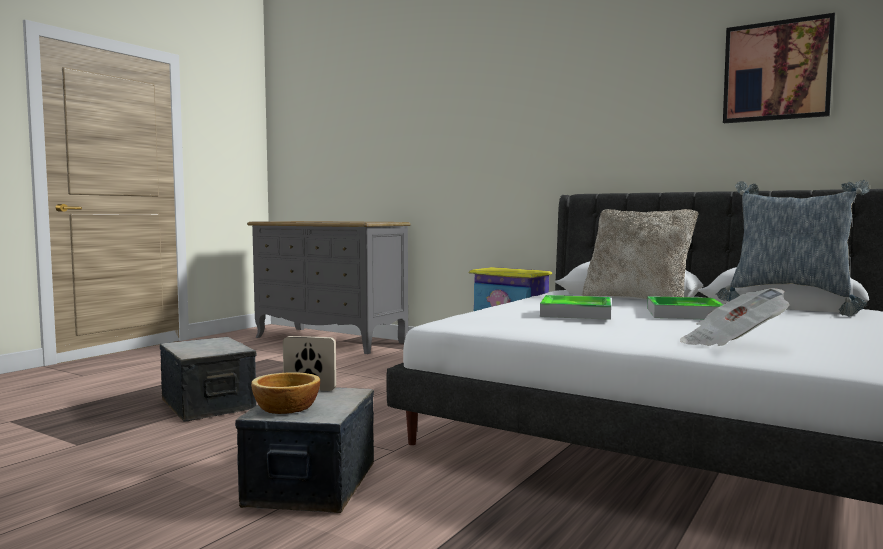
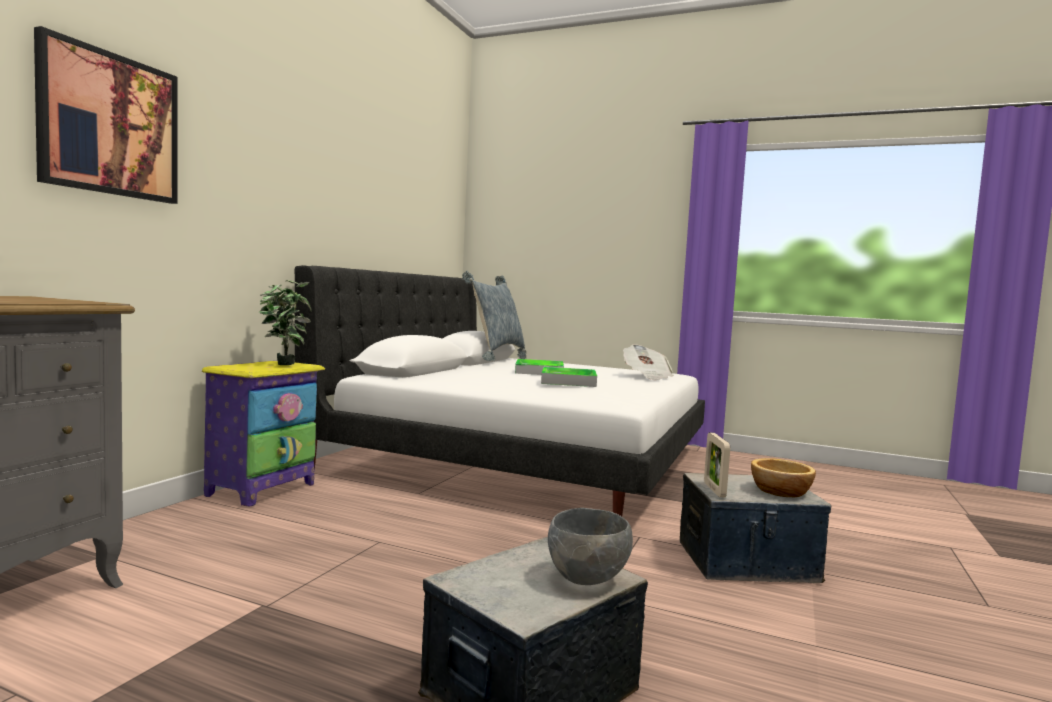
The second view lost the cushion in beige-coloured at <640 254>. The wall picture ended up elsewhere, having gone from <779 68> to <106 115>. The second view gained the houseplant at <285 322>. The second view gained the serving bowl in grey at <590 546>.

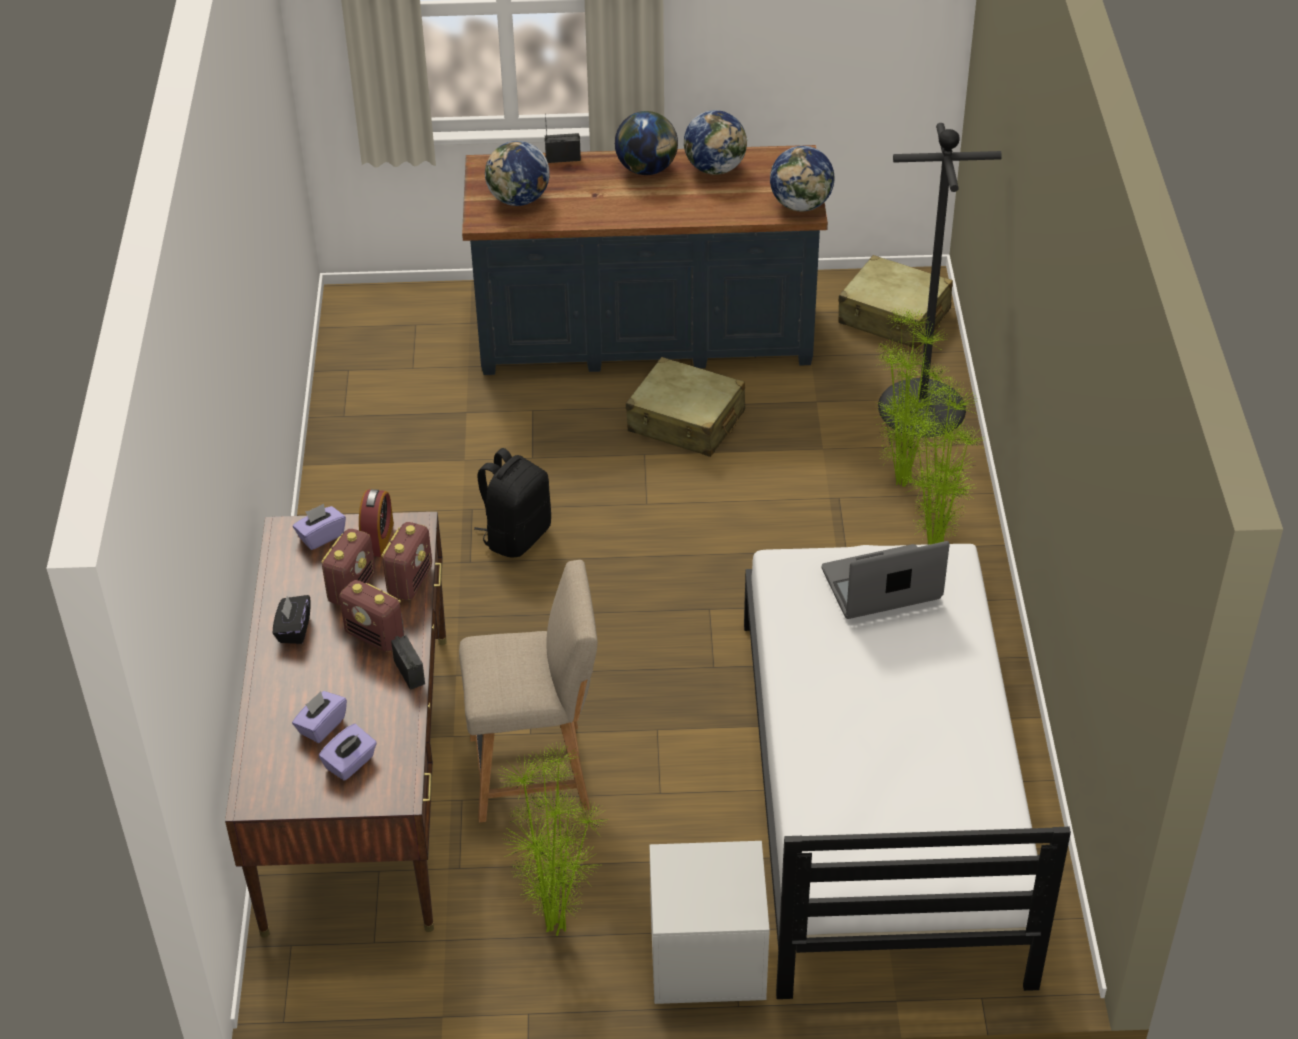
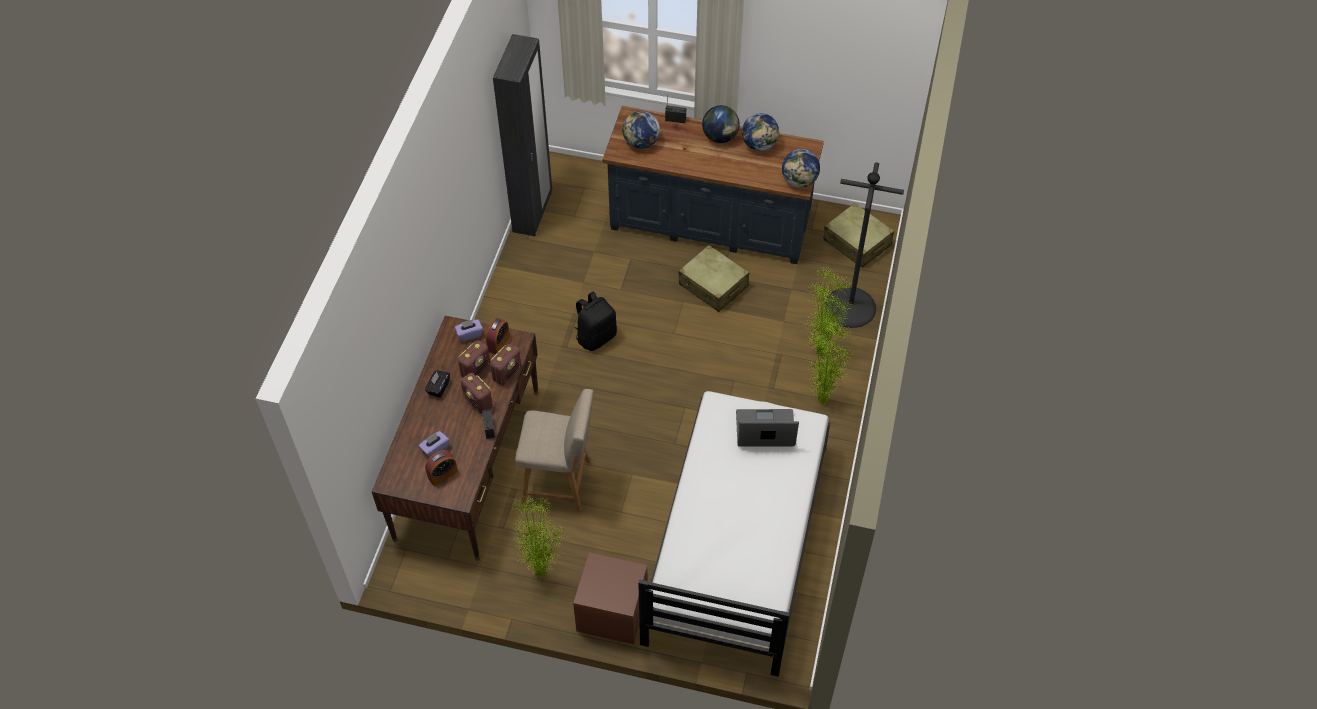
Where the box of tissues in purple stood at <348 752>, the table clock came to stand at <441 468>. What was the bedside table in white at <710 922> turned into the bedside table in brown at <610 598>. The second view gained the clothes cupboard in black at <522 135>.

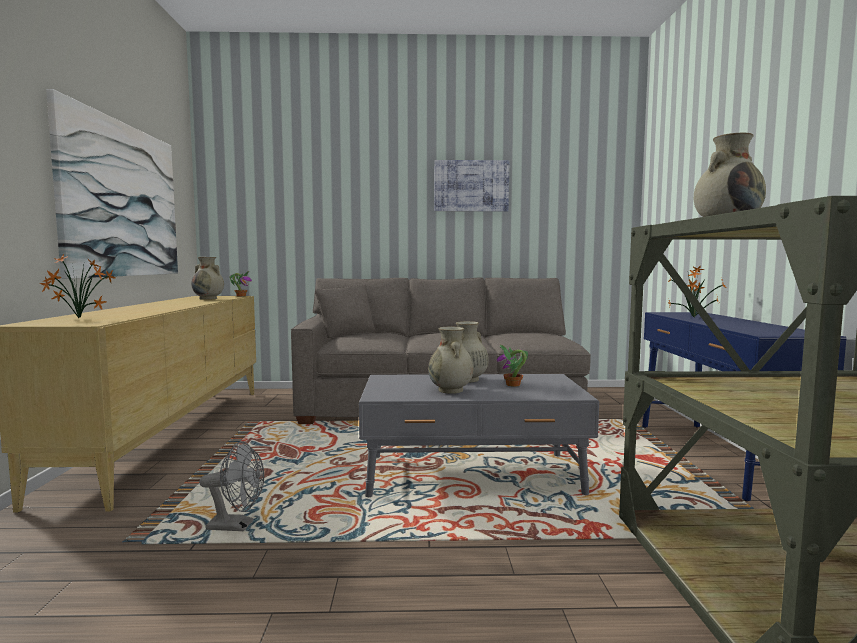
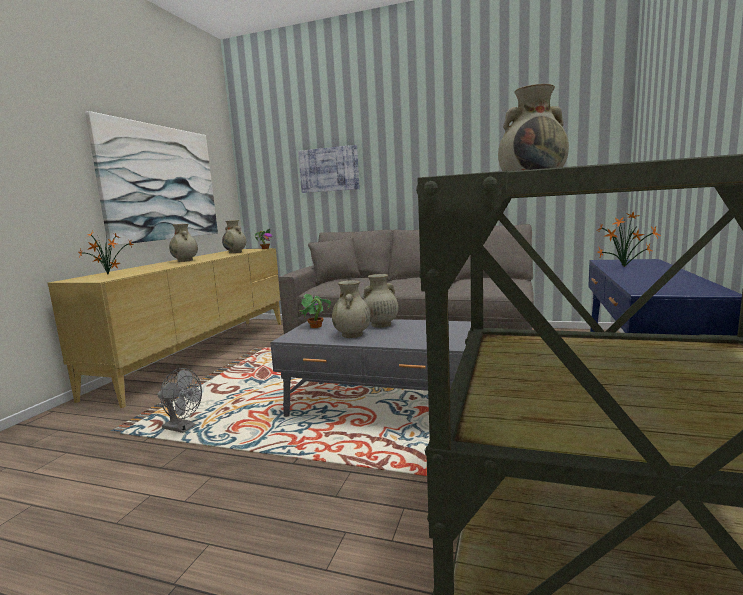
The wall picture ended up elsewhere, having gone from <471 186> to <329 169>. The houseplant ended up elsewhere, having gone from <512 366> to <315 311>. The second view gained the vase in beige-coloured at <183 243>.

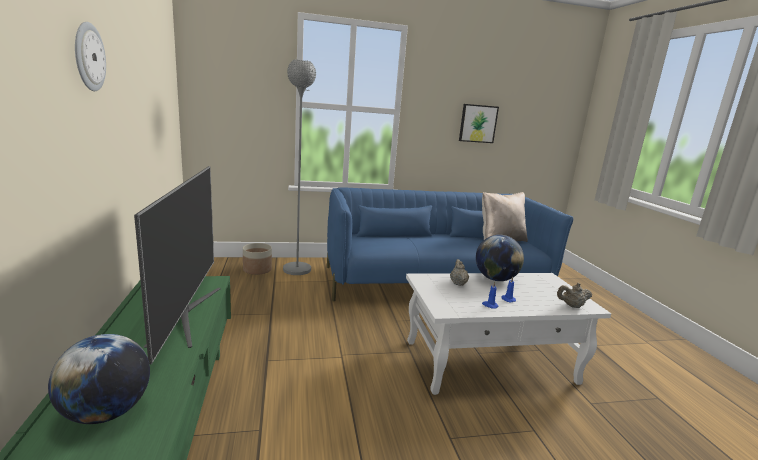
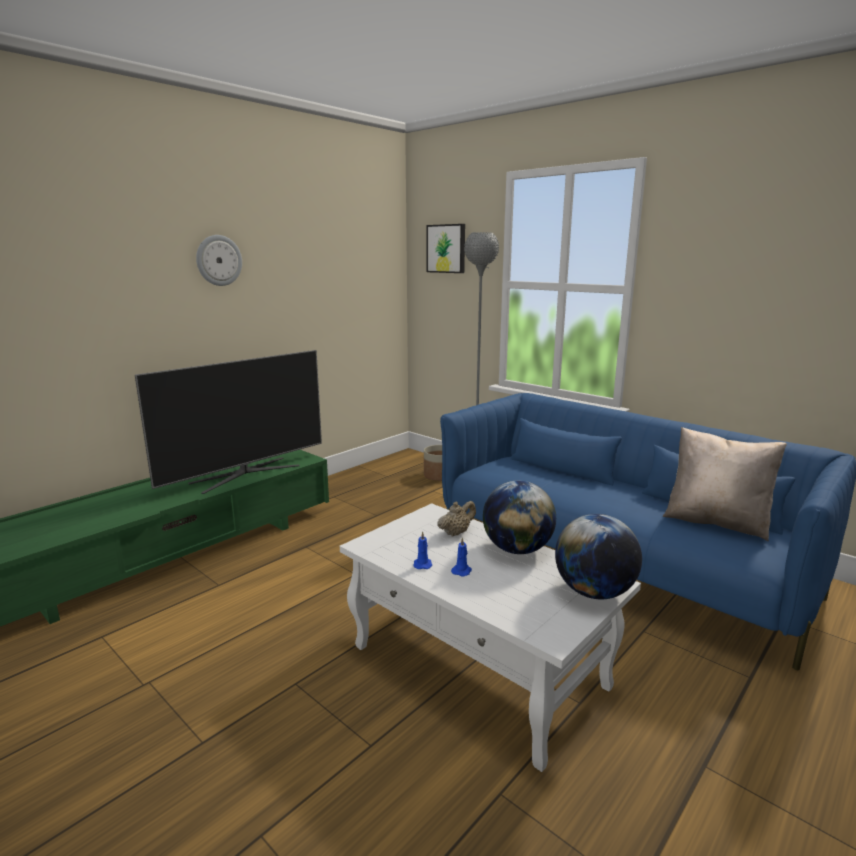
The world globe ended up elsewhere, having gone from <99 379> to <598 556>. The wall picture ended up elsewhere, having gone from <479 123> to <446 248>. The second view lost the pot for tea in beige-coloured at <574 295>.

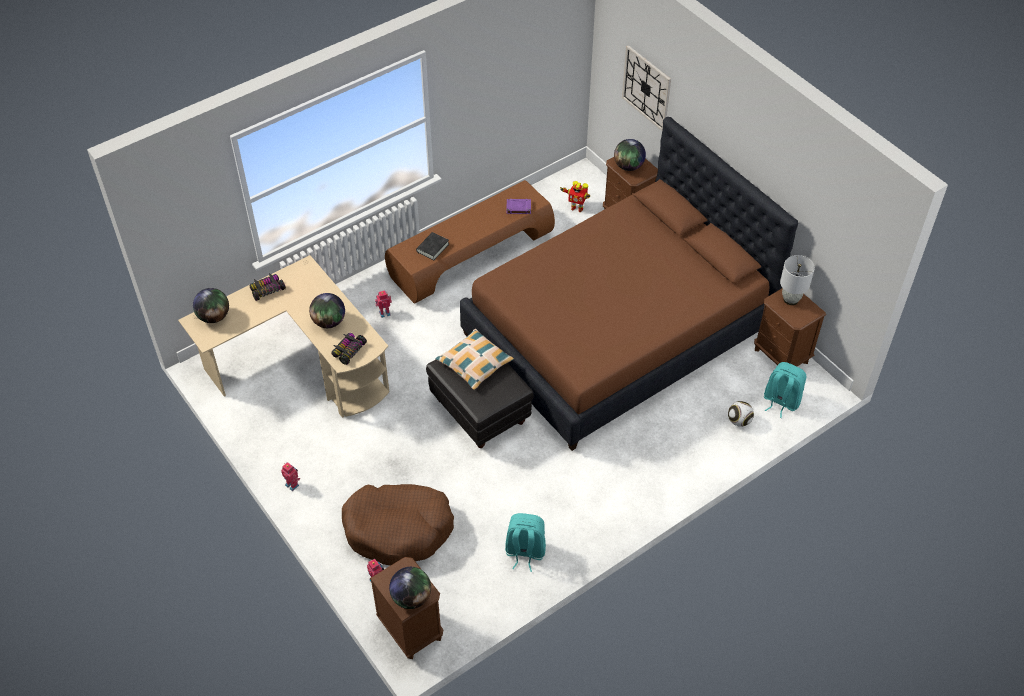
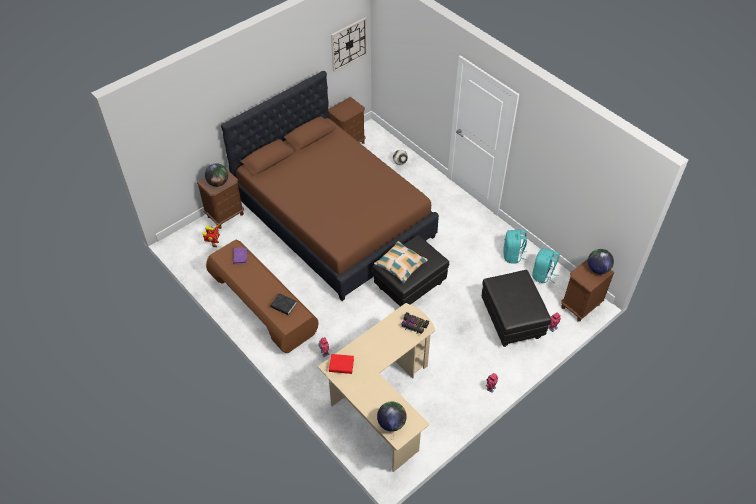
The second view lost the model car at <268 287>. The second view lost the world globe at <327 310>. Where the dog cushion in brown stood at <398 525>, the ottoman in black came to stand at <516 308>. The wall clock ended up elsewhere, having gone from <646 88> to <349 44>. The rucksack in turquoise ended up elsewhere, having gone from <785 390> to <546 266>. The second view lost the table lamp in white at <797 280>. The second view gained the book in reddish at <341 364>.

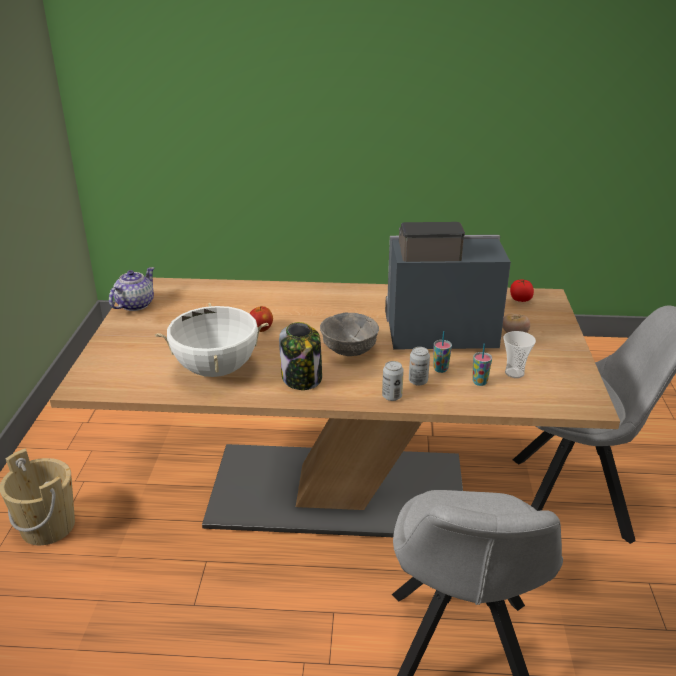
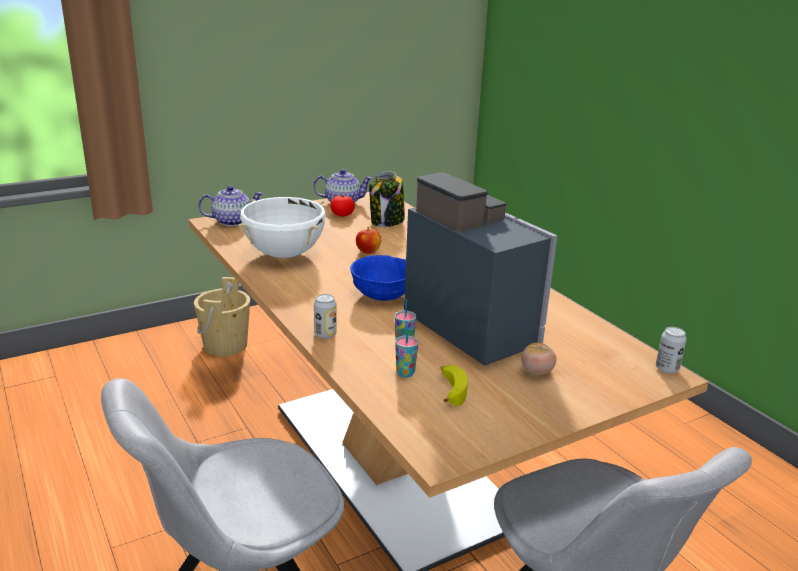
The storage jar ended up elsewhere, having gone from <300 356> to <387 199>. What was the serving bowl in grey at <349 334> turned into the serving bowl in bluish at <378 278>. The can ended up elsewhere, having gone from <419 366> to <671 350>. Where the drinking cup stood at <519 354>, the banana fruit came to stand at <454 385>. The fresh tomato ended up elsewhere, having gone from <522 290> to <342 205>. The second view gained the pot for tea at <231 205>.

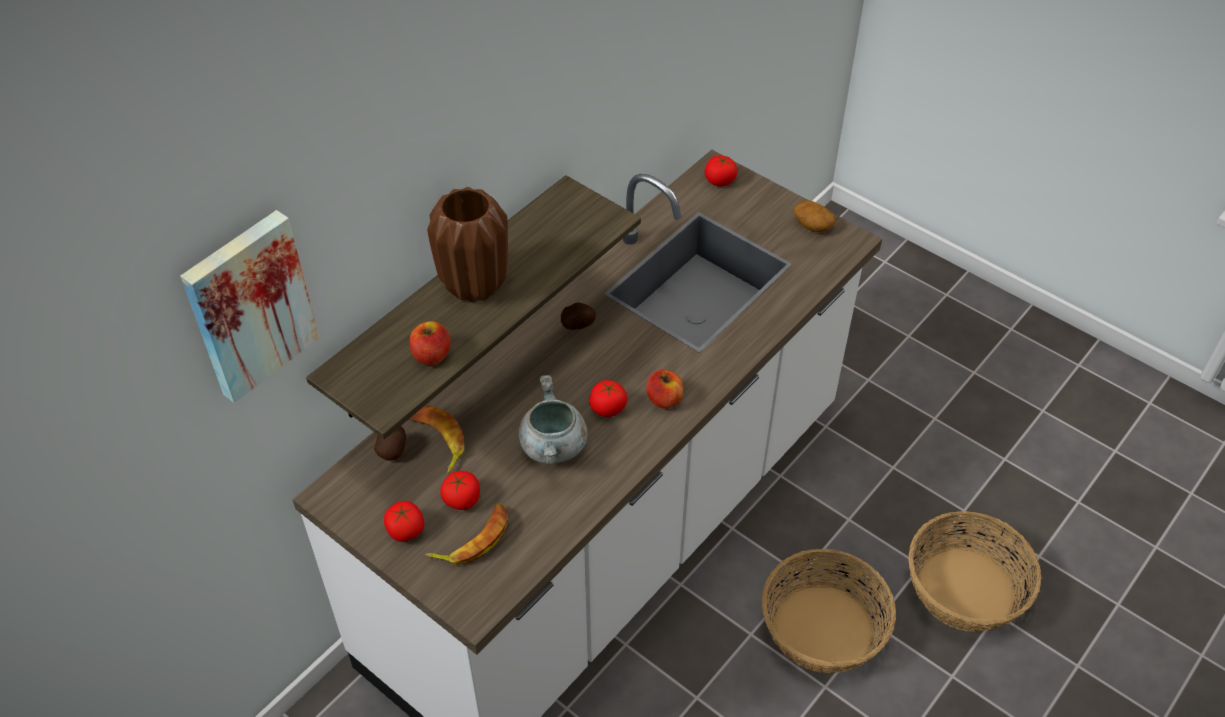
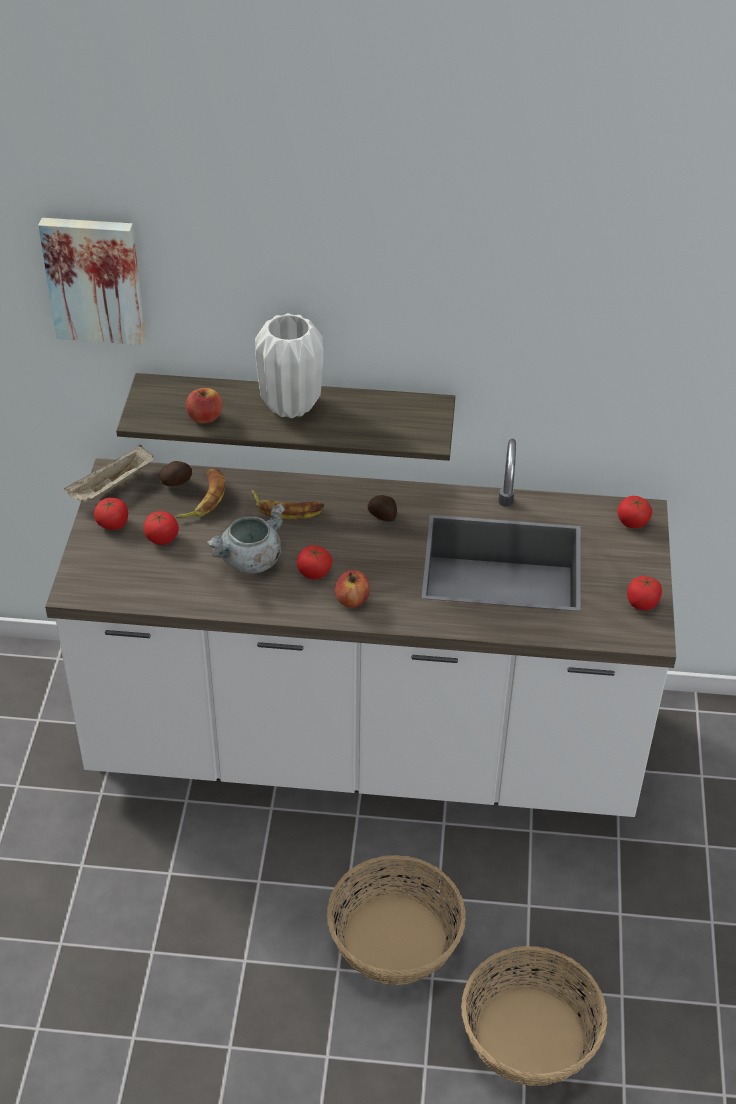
The banana fruit ended up elsewhere, having gone from <466 534> to <288 505>. What was the vase in brown at <467 245> turned into the vase in white at <289 365>. Where the spud stood at <814 216>, the fresh tomato came to stand at <644 593>. The second view gained the carrying tray in beige-coloured at <109 474>.

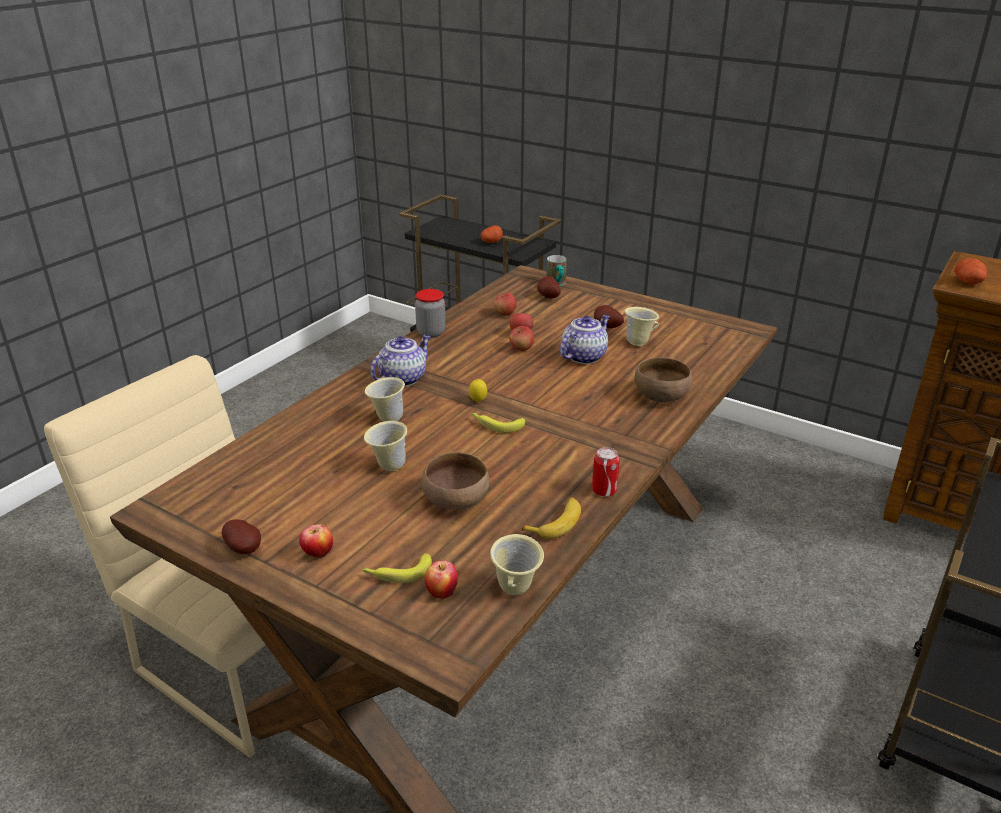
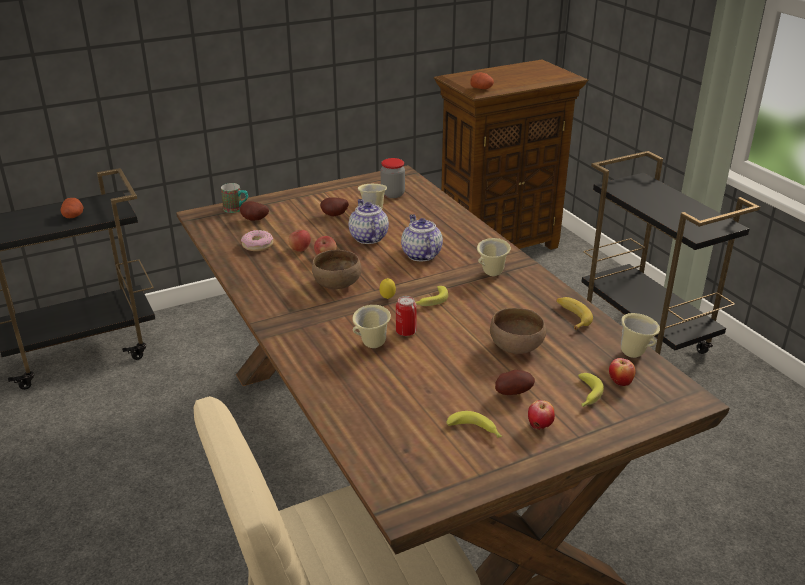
The spud ended up elsewhere, having gone from <241 536> to <515 382>. The mug in beige-coloured ended up elsewhere, having gone from <385 446> to <494 257>. The pot for tea ended up elsewhere, having gone from <400 360> to <422 237>. The storage jar ended up elsewhere, having gone from <430 313> to <393 178>. Where the apple fruit stood at <505 304>, the donut came to stand at <257 240>. The can ended up elsewhere, having gone from <606 471> to <406 316>. The serving bowl in brown ended up elsewhere, having gone from <663 379> to <337 269>. The second view gained the banana fruit at <474 424>.

